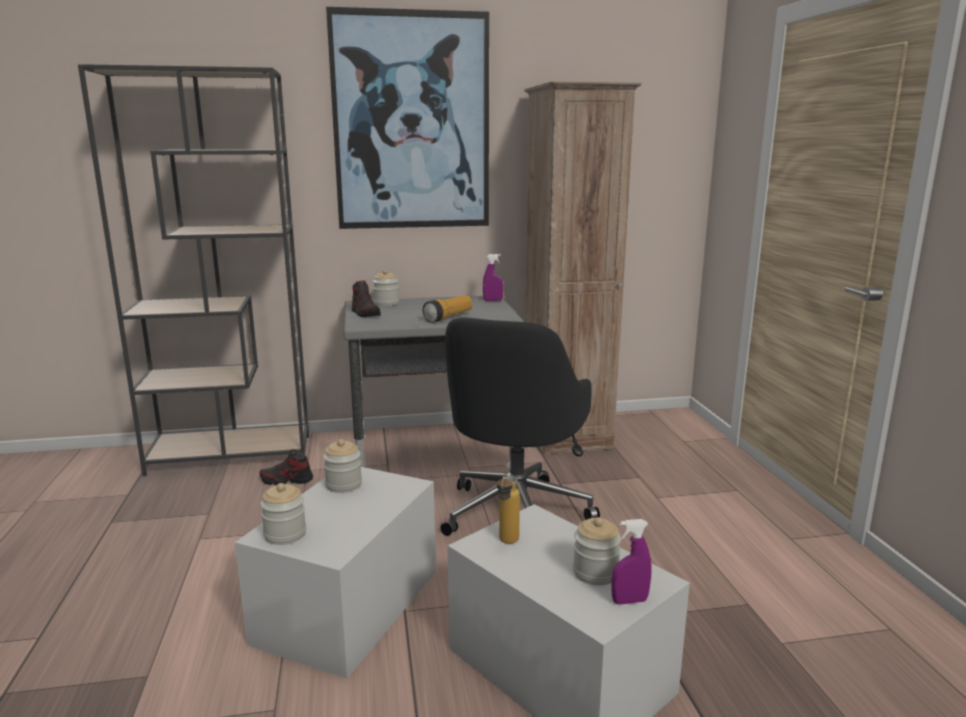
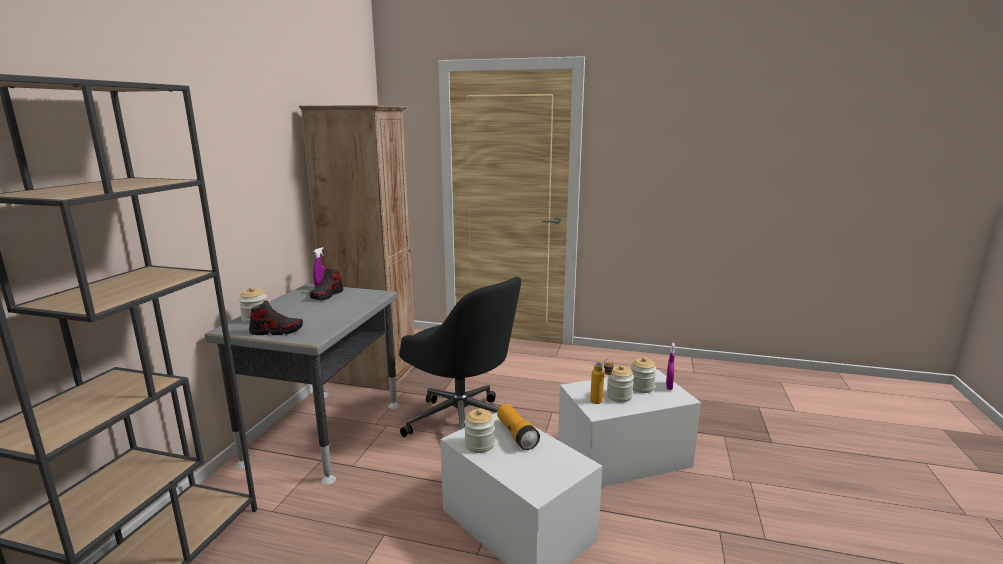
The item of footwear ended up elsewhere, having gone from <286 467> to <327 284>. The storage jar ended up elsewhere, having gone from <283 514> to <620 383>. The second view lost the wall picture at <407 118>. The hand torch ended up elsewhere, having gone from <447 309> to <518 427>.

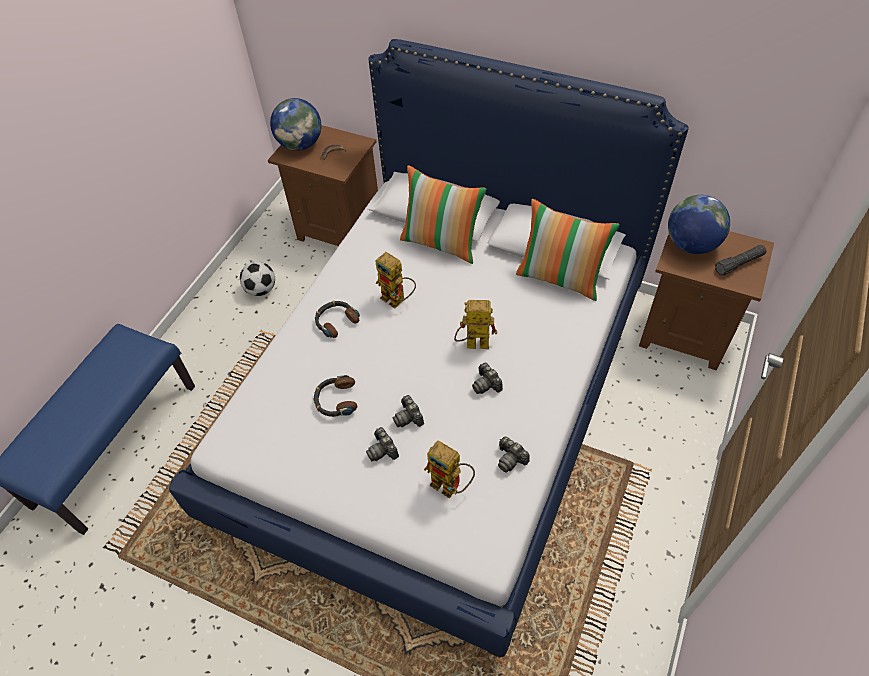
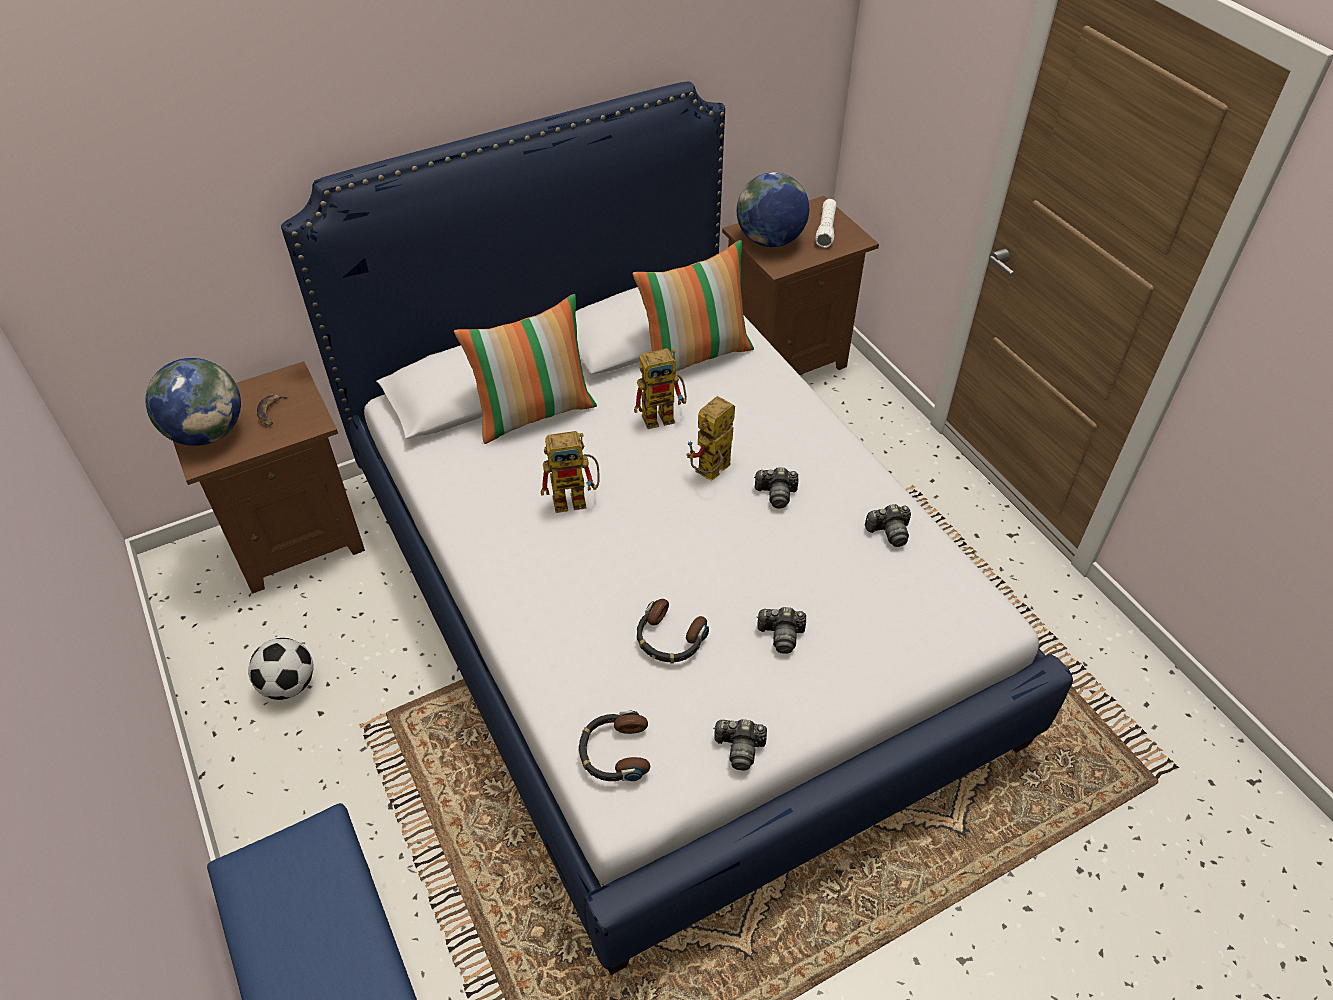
The pair of headphones ended up elsewhere, having gone from <337 319> to <614 746>. The photo camera ended up elsewhere, having gone from <408 411> to <740 745>. The toy robot ended up elsewhere, having gone from <449 469> to <660 388>. What was the hand torch in black at <741 260> turned into the hand torch in white at <825 223>.

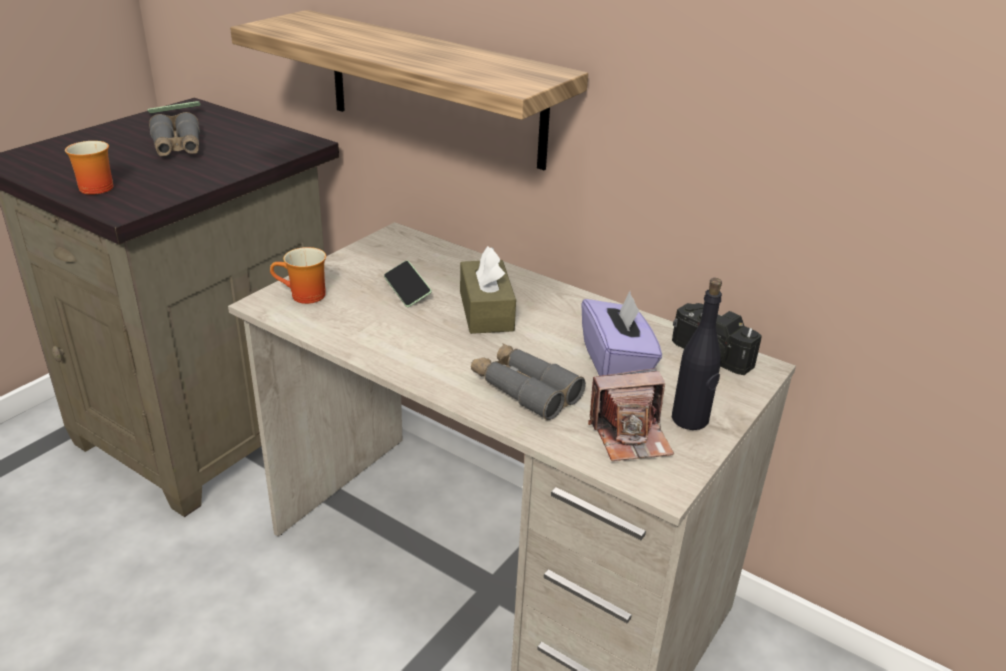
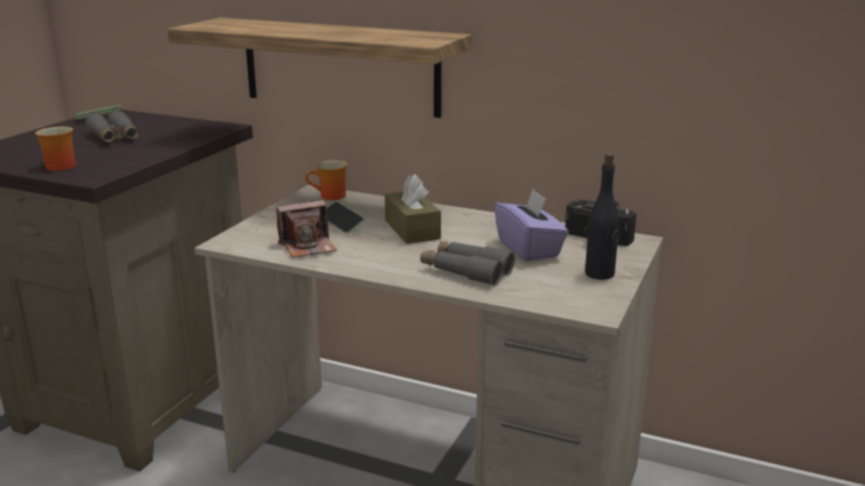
The mug ended up elsewhere, having gone from <298 275> to <326 180>. The photo camera ended up elsewhere, having gone from <631 414> to <306 228>.

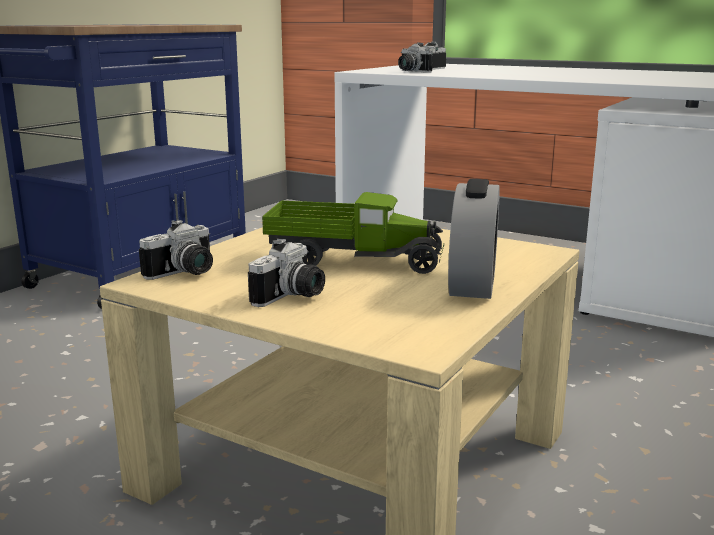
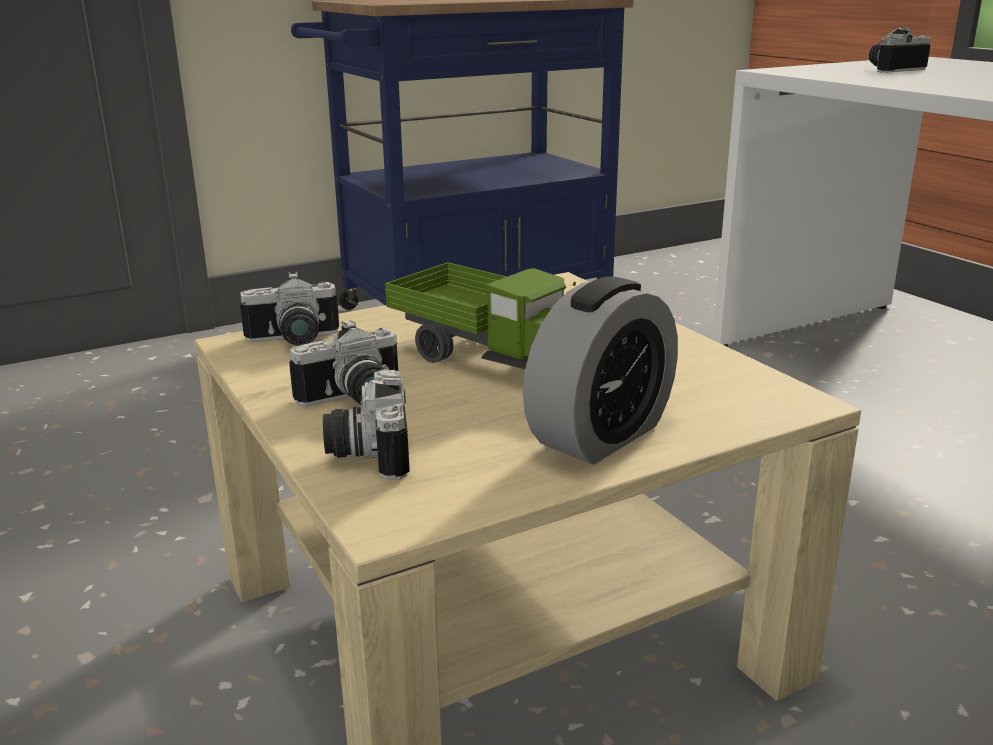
The photo camera ended up elsewhere, having gone from <415 57> to <366 424>.

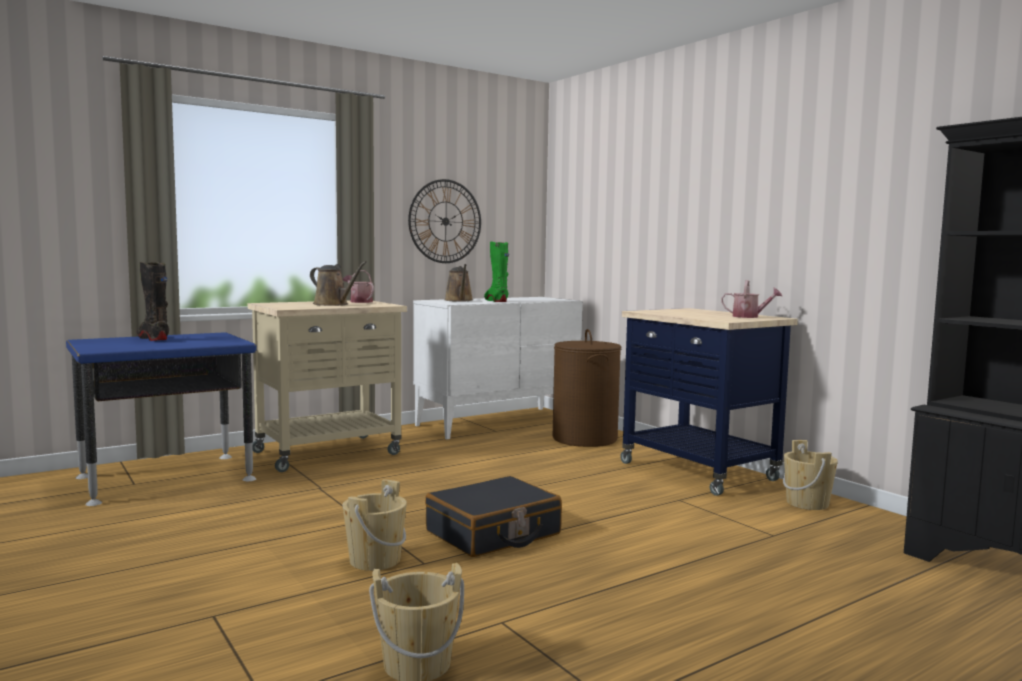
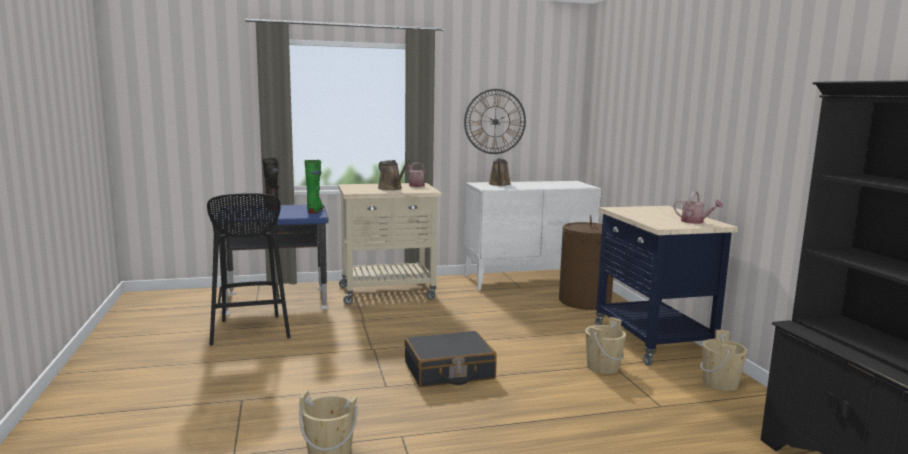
The pail in beige-coloured ended up elsewhere, having gone from <374 525> to <605 345>. The boot in greenish ended up elsewhere, having gone from <496 271> to <314 186>. The second view gained the stool in black at <249 269>.

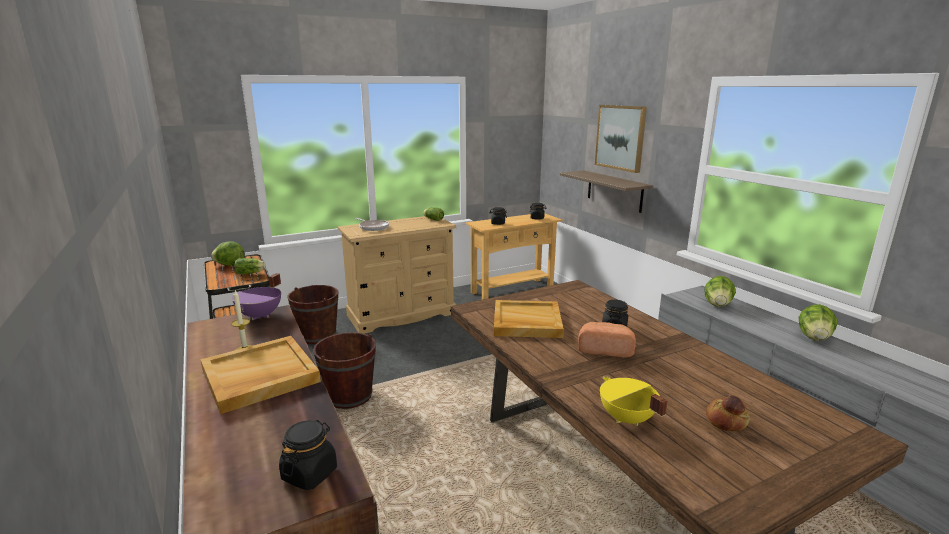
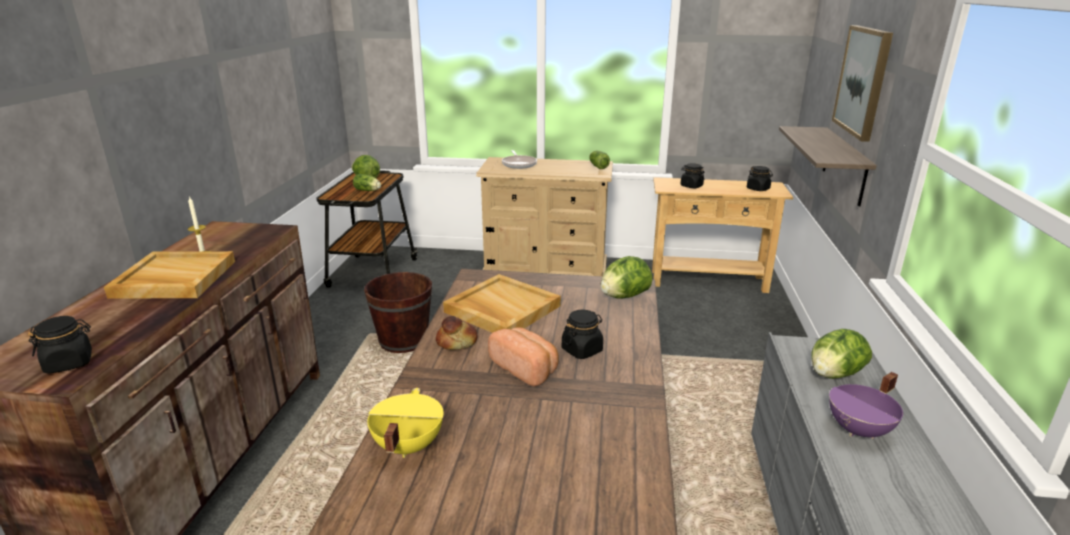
The cooking pot in purple ended up elsewhere, having gone from <256 296> to <866 405>. The second view lost the pail in brown at <313 314>. The bakery bread ended up elsewhere, having gone from <728 413> to <456 333>. The lettuce ended up elsewhere, having gone from <818 322> to <626 277>.

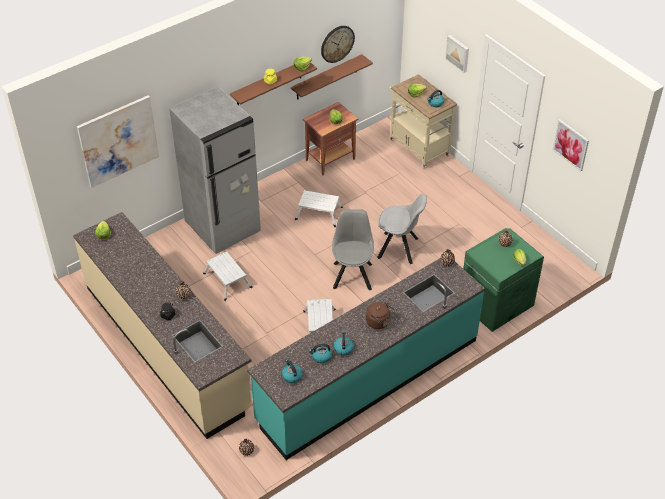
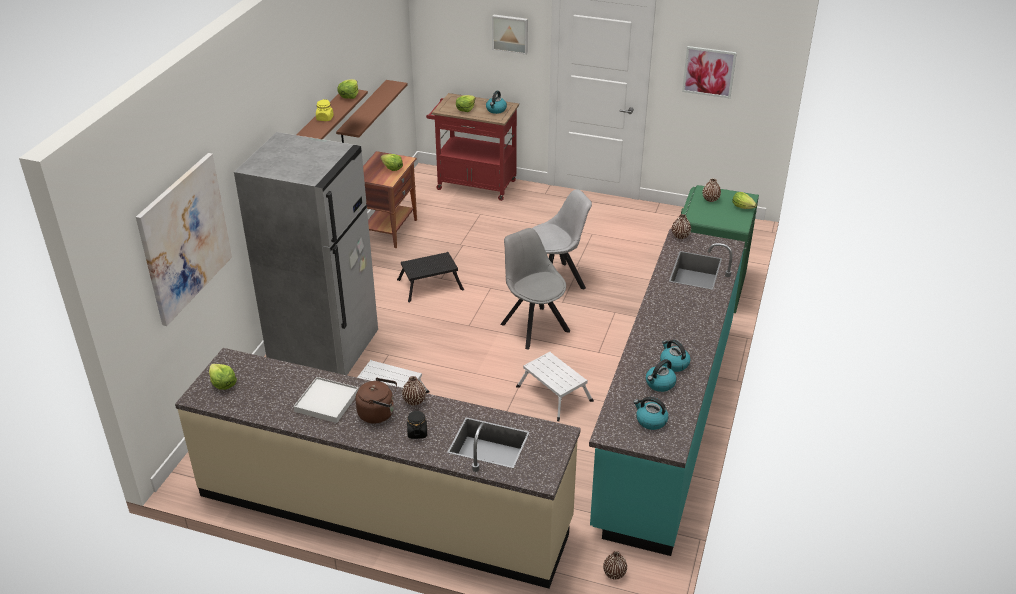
What was the stepladder in white at <319 208> turned into the stepladder in black at <430 277>. The second view lost the wall clock at <338 44>. The tea kettle in brown ended up elsewhere, having gone from <380 315> to <376 401>. What was the wheeled cart in beige-coloured at <423 121> turned into the wheeled cart in reddish at <472 147>. The second view gained the carrying tray in white at <326 400>.

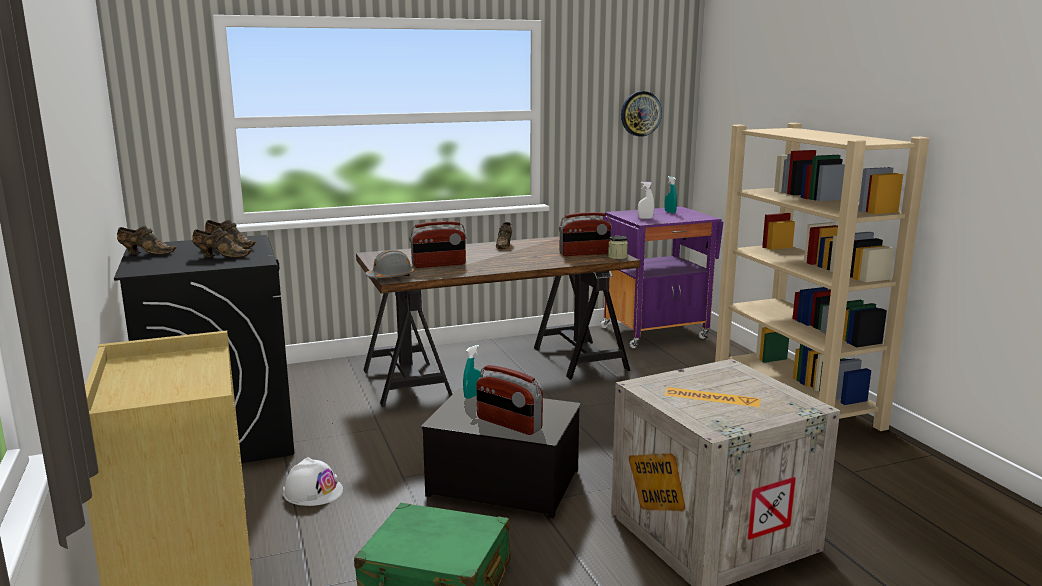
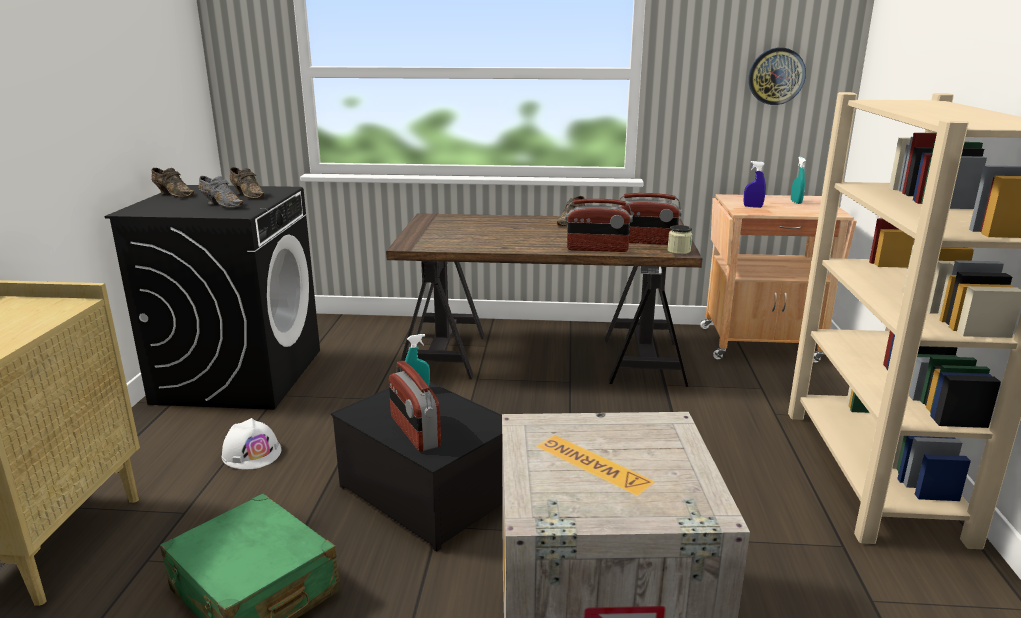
What was the item of footwear in brown at <221 243> turned into the item of footwear in grey at <221 192>. The second view lost the safety helmet in grey at <389 264>. The radio set ended up elsewhere, having gone from <438 244> to <599 225>. What was the wheeled cart in purple at <661 277> turned into the wheeled cart in brown at <778 278>. What was the sprayer in white at <646 200> turned into the sprayer in bluish at <755 184>.

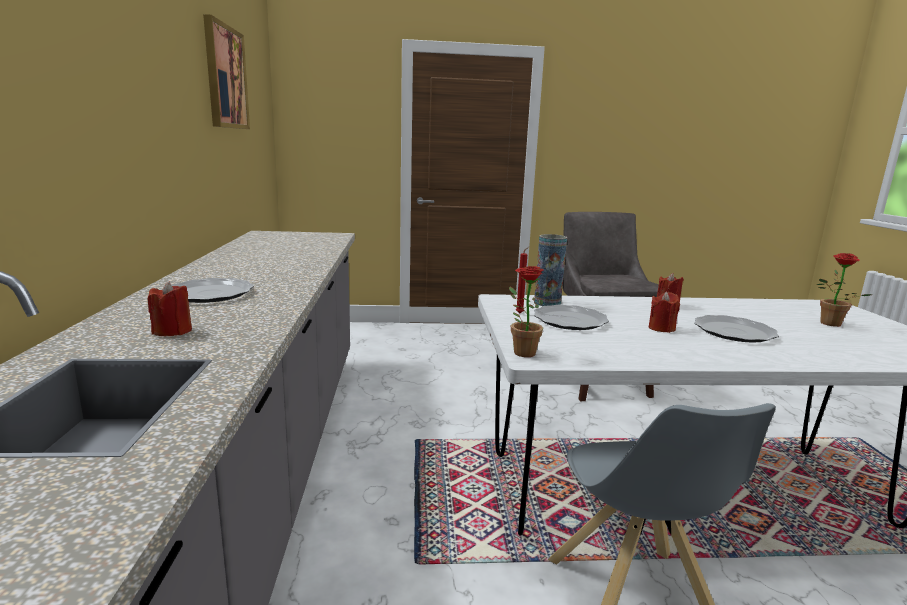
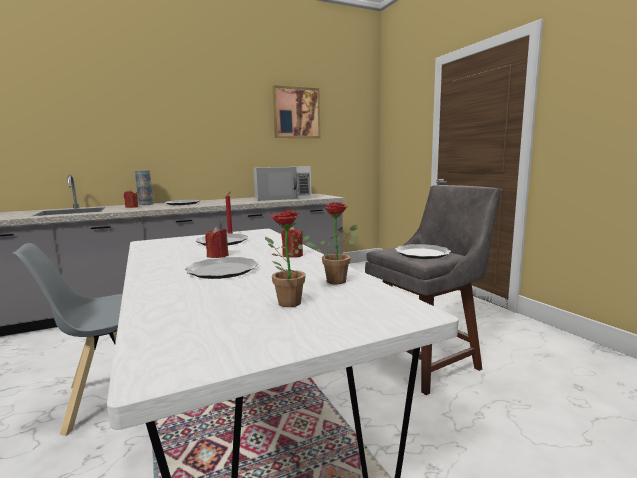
The houseplant ended up elsewhere, having gone from <530 311> to <332 243>. The vase ended up elsewhere, having gone from <550 270> to <144 187>. The second view gained the microwave oven in white at <282 184>. The second view gained the dinner plate at <423 251>.

